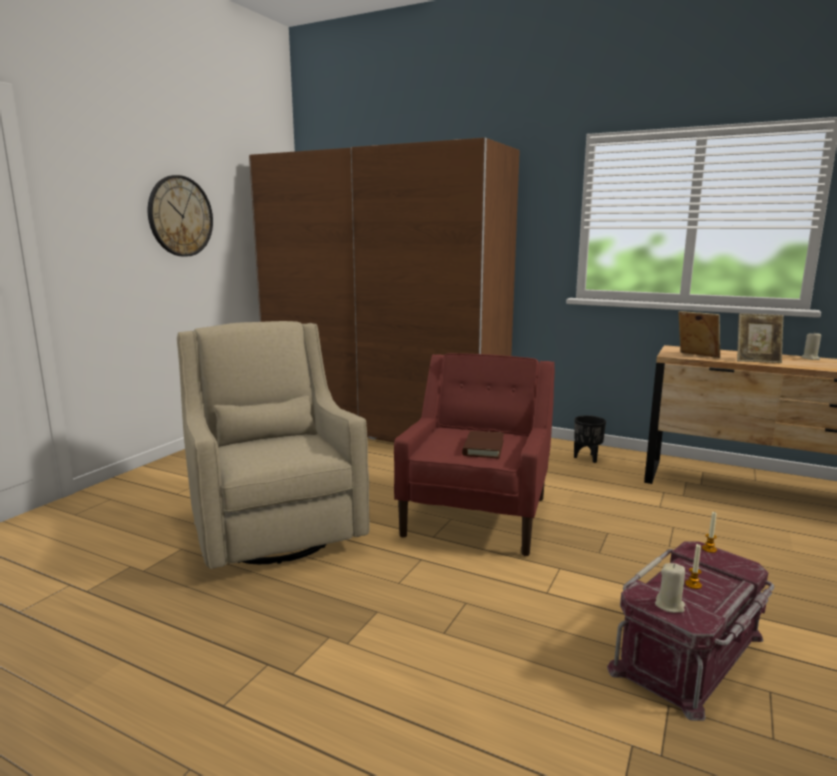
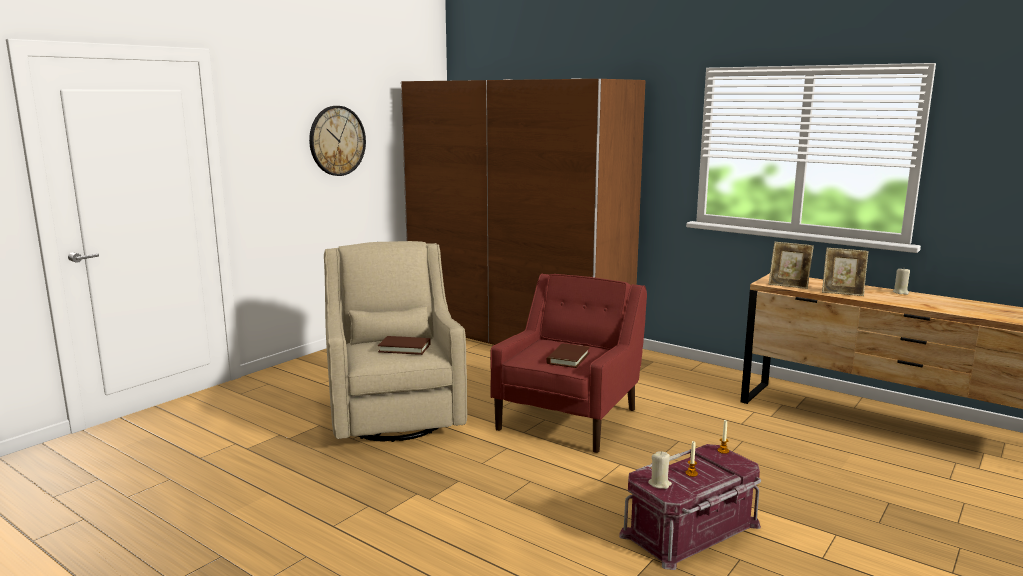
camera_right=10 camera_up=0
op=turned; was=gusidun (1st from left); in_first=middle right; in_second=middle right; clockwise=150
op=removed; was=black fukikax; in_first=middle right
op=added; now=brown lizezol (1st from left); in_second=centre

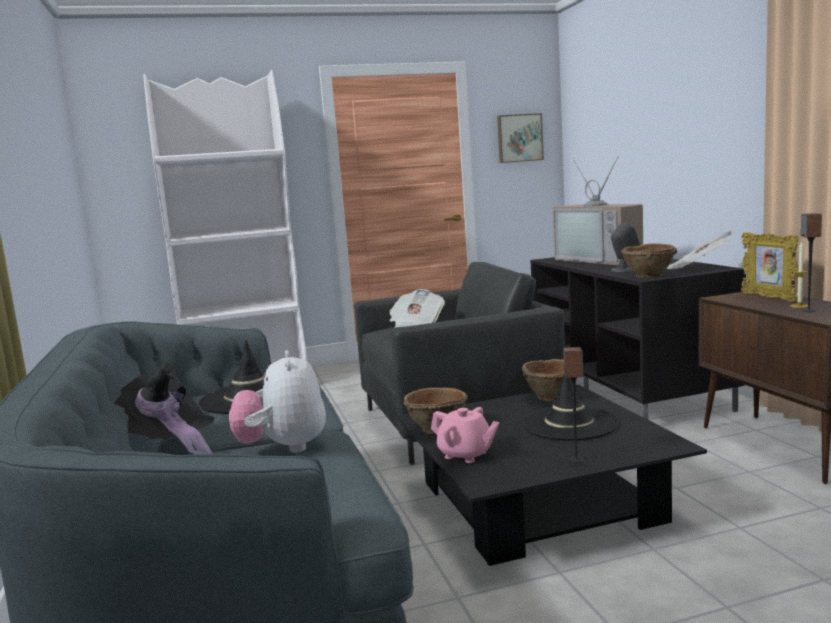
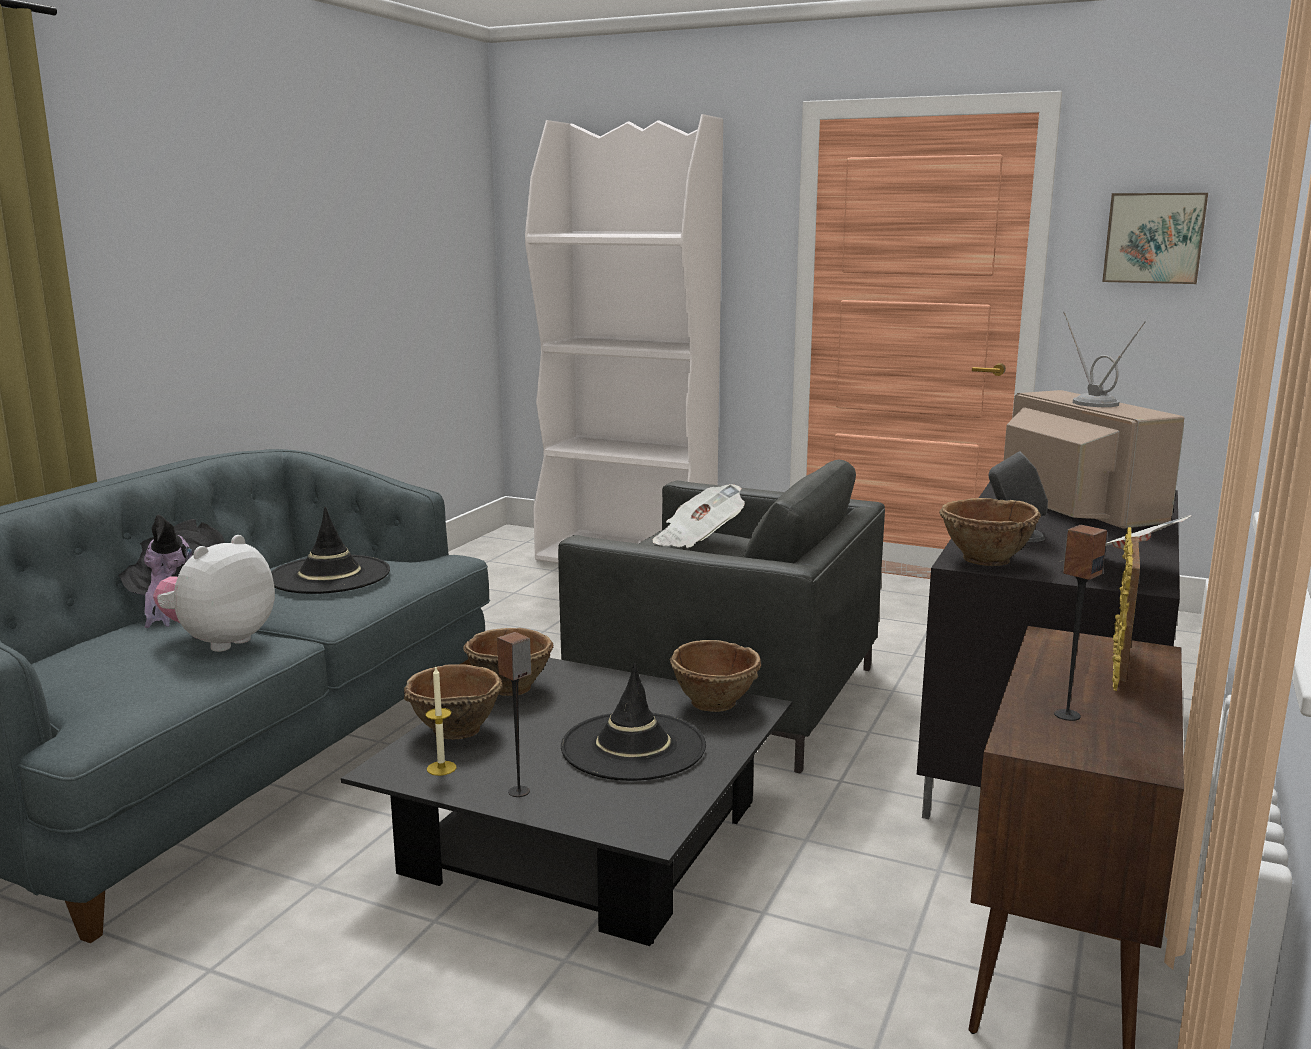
camera_right=40 camera_up=5
op=turned; was=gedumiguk; in_first=middle right; in_second=middle right; clockwise=150
op=moved; was=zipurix; in_first=middle right; in_second=bottom centre
op=replaced; was=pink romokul; now=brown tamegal (1st from left); in_first=bottom centre; in_second=bottom centre

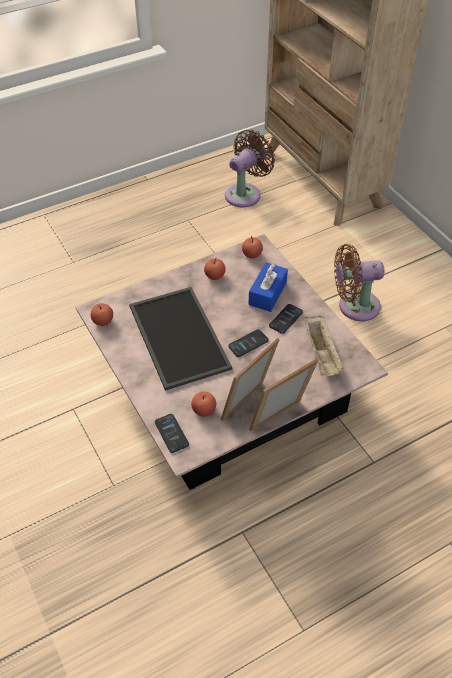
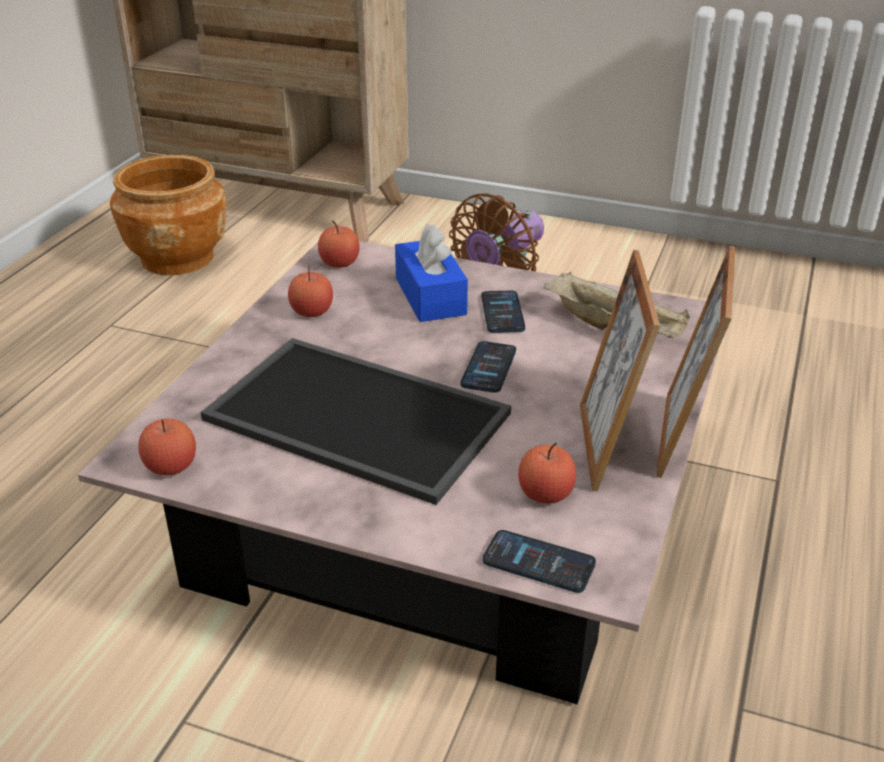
camera_right=-40 camera_up=-15
op=replaced; was=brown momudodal (1st from left); now=brown fukikax; in_first=top centre; in_second=top left

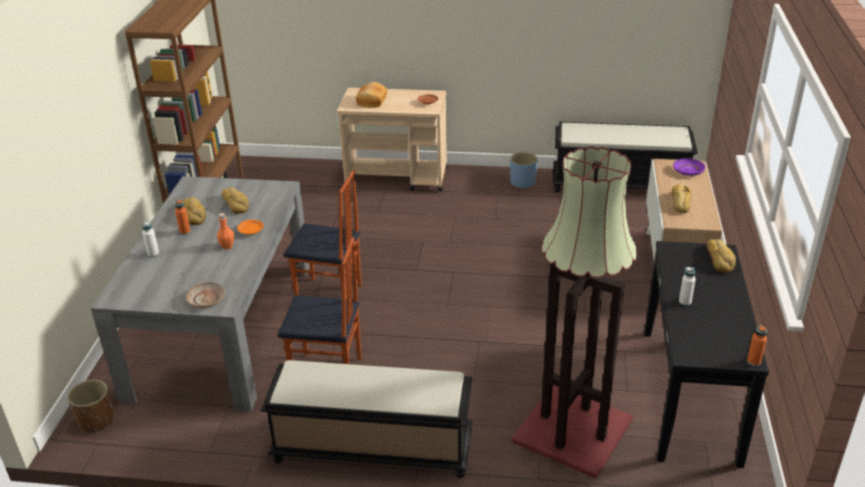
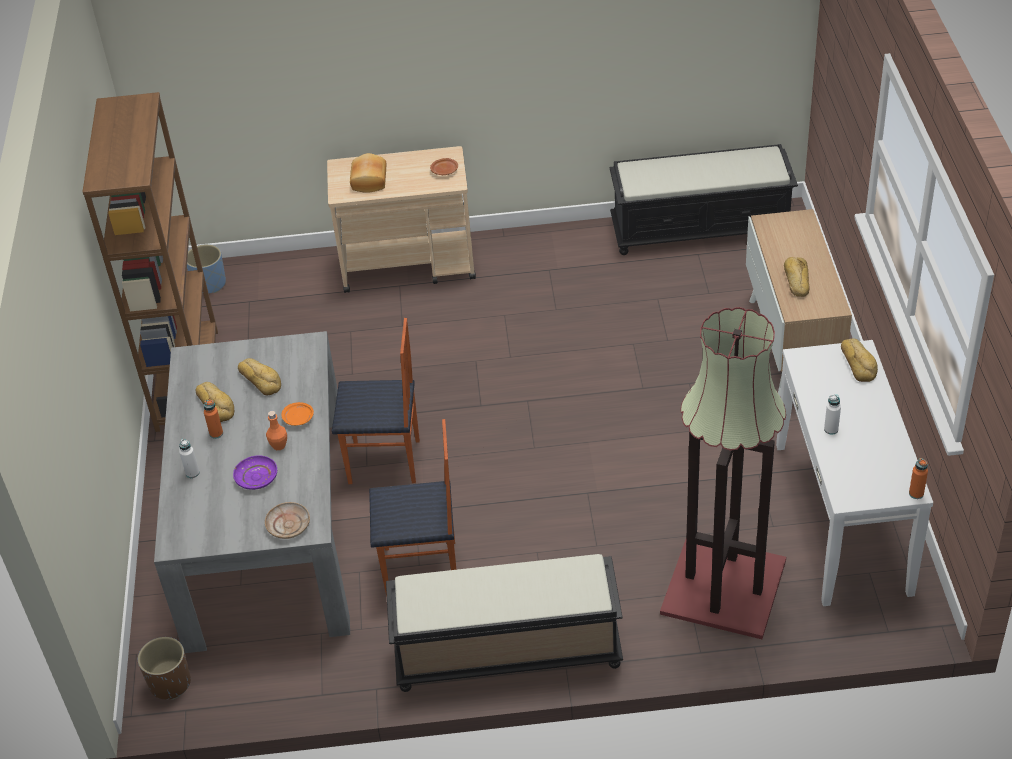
camera_right=-10 camera_up=10
op=moved; was=blue fukikax; in_first=centre; in_second=middle left
op=moved; was=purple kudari; in_first=middle right; in_second=middle left
op=recoloured; was=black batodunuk; now=white batodunuk; in_first=bottom right; in_second=middle right

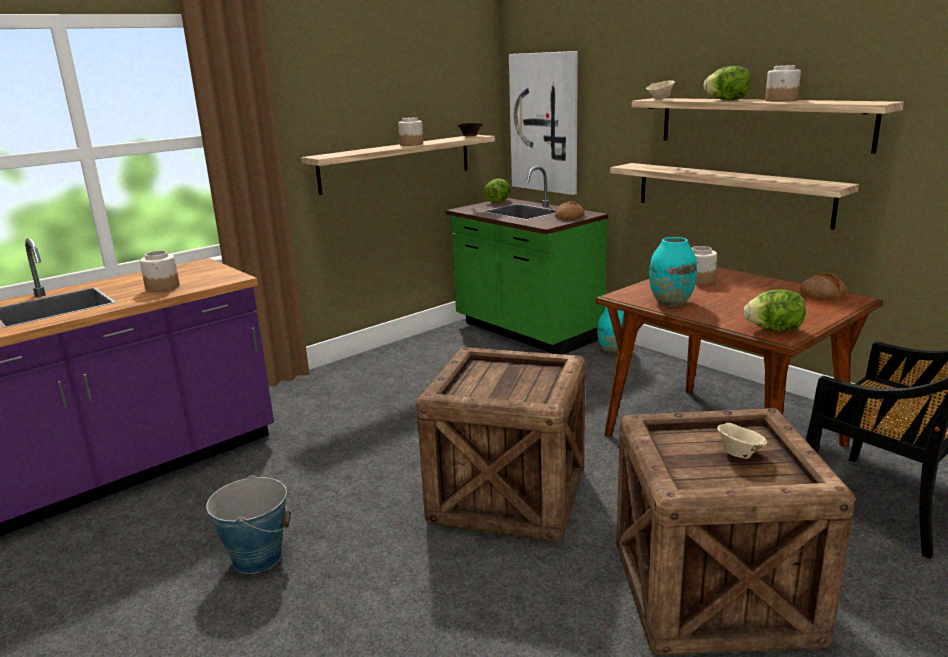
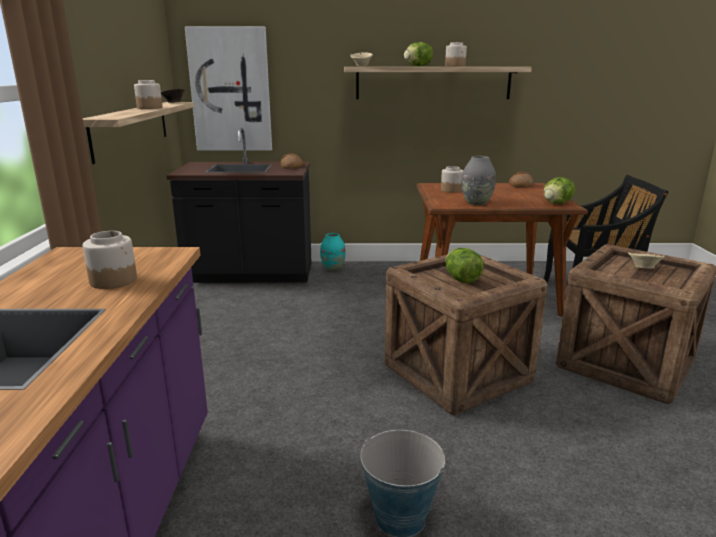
camera_right=-50 camera_up=0
op=removed; was=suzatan (2nd from left); in_first=top right
op=recoloured; was=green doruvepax; now=black doruvepax; in_first=centre; in_second=centre
op=moved; was=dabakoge (1st from left in the first image); now=dabakoge (2nd from left); in_first=top centre; in_second=centre
op=recoloured; was=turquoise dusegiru (2nd from left); now=grey dusegiru; in_first=middle right; in_second=middle right

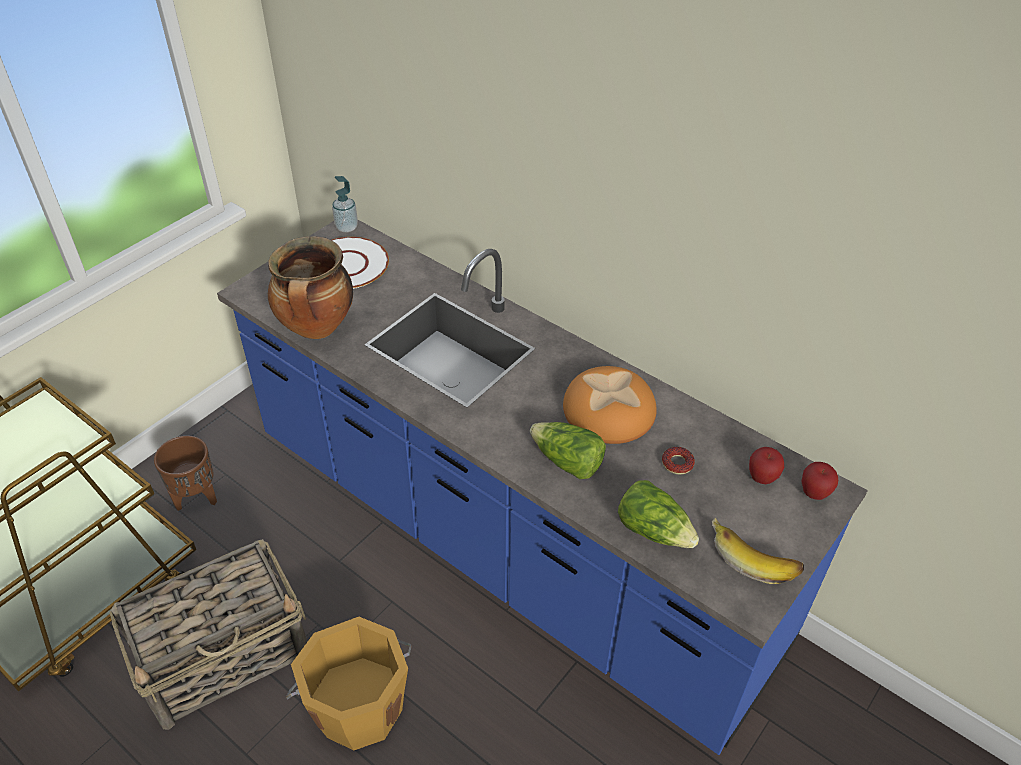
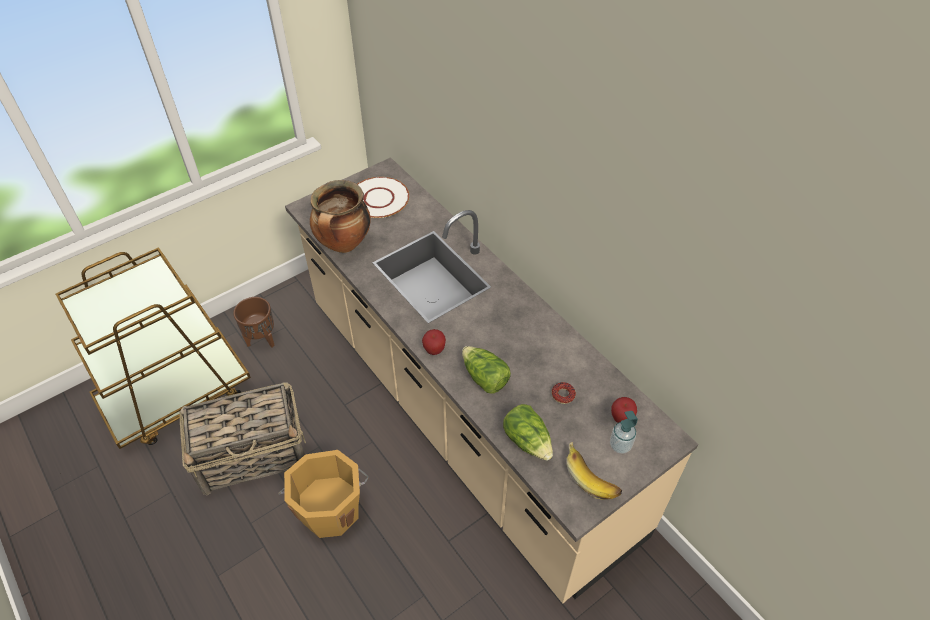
camera_right=15 camera_up=5
op=moved; was=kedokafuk; in_first=top centre; in_second=bottom right
op=recoloured; was=blue doruvepax; now=beige doruvepax; in_first=centre; in_second=centre
op=removed; was=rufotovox; in_first=centre
op=moved; was=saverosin (2nd from left in the first image); now=saverosin (1st from left); in_first=middle right; in_second=centre

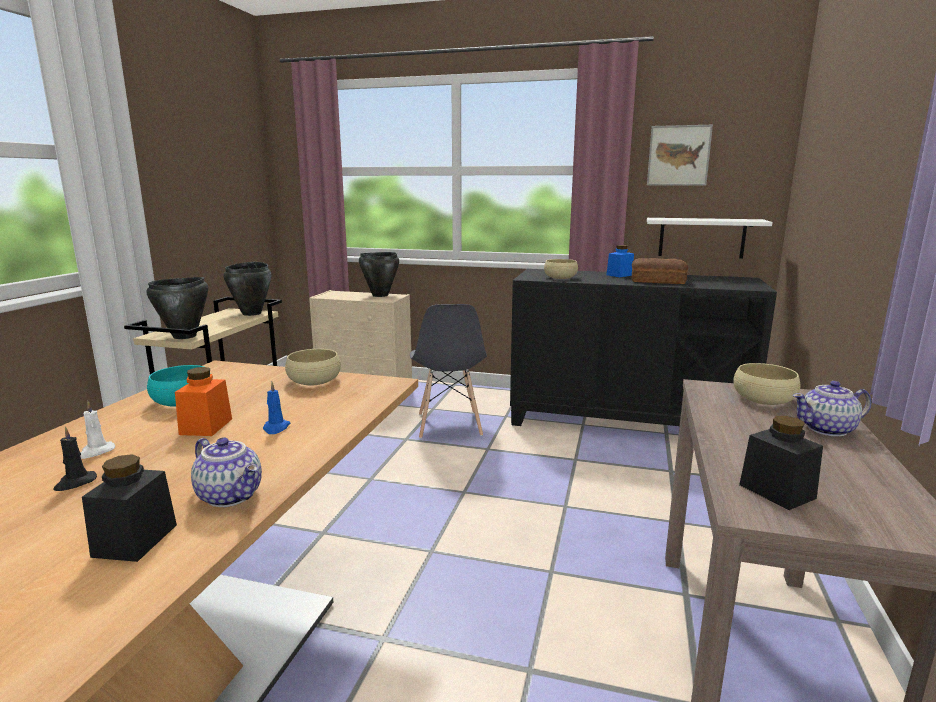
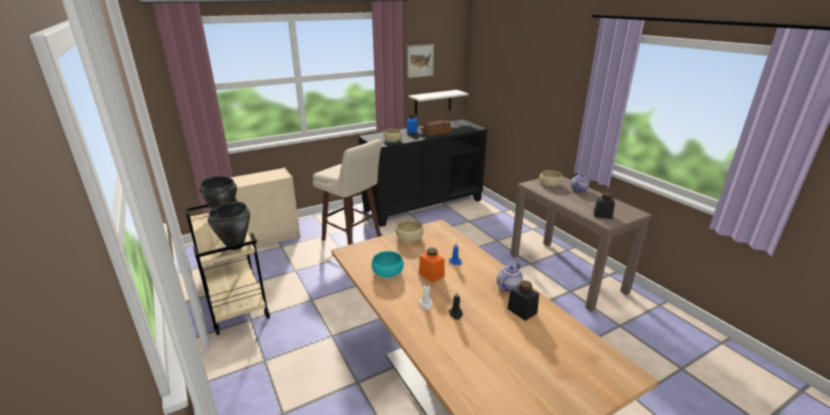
camera_right=-45 camera_up=10
op=removed; was=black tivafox (3rd from left); in_first=centre
op=replaced; was=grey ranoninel; now=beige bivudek; in_first=centre; in_second=centre
op=turned; was=romokul (1st from left); in_first=bottom left; in_second=bottom centre; clockwise=-45

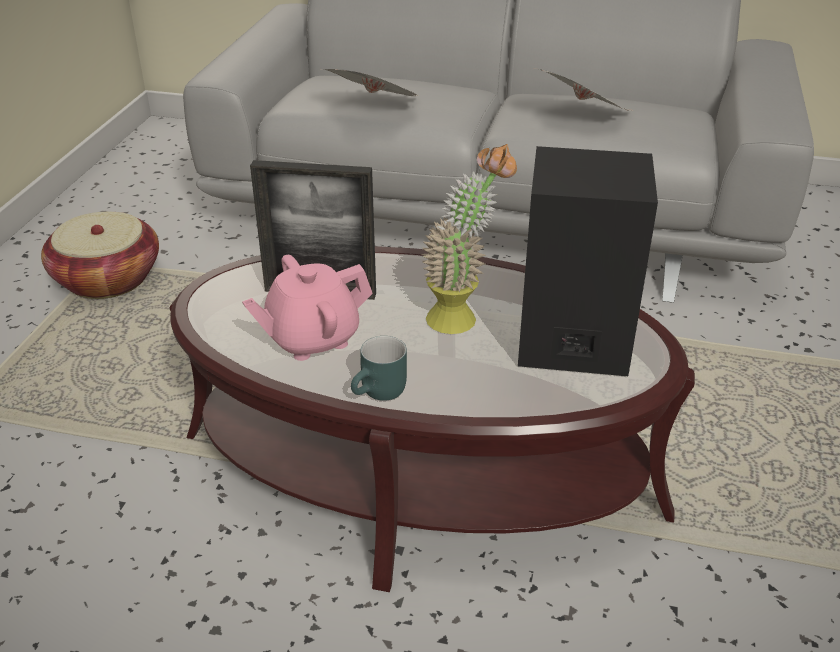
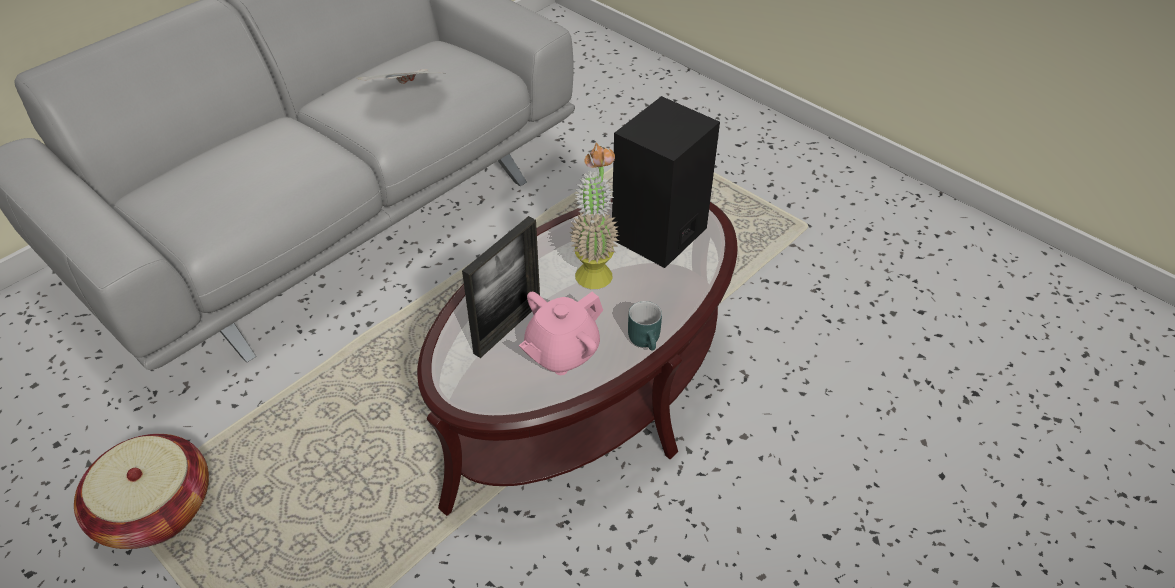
camera_right=-60 camera_up=10
op=removed; was=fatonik (1st from left); in_first=top centre
op=turned; was=pink romokul; in_first=centre; in_second=centre; clockwise=45

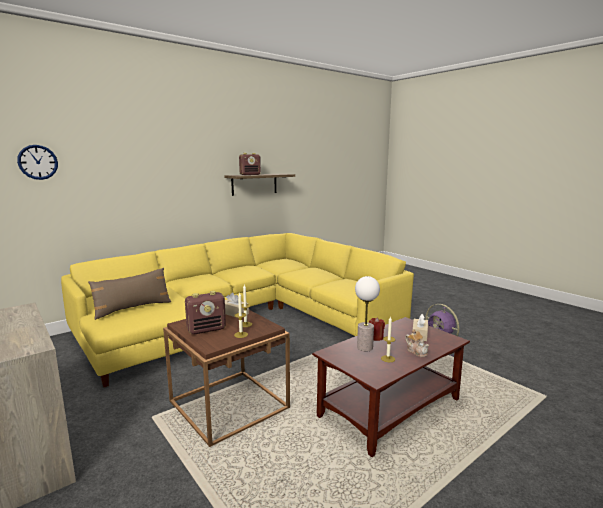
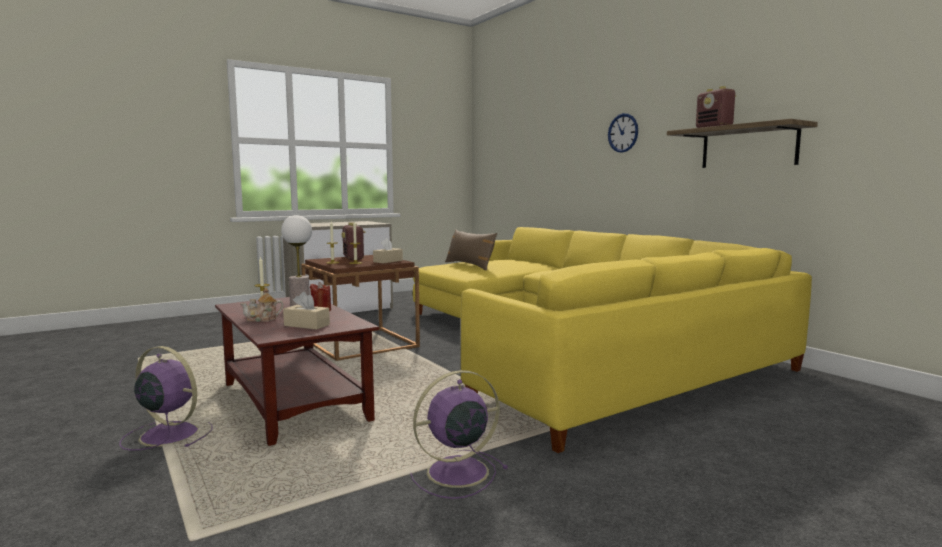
camera_right=95 camera_up=-5
op=moved; was=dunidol; in_first=top left; in_second=top centre
op=added; now=purple momudodal (1st from left); in_second=bottom left

